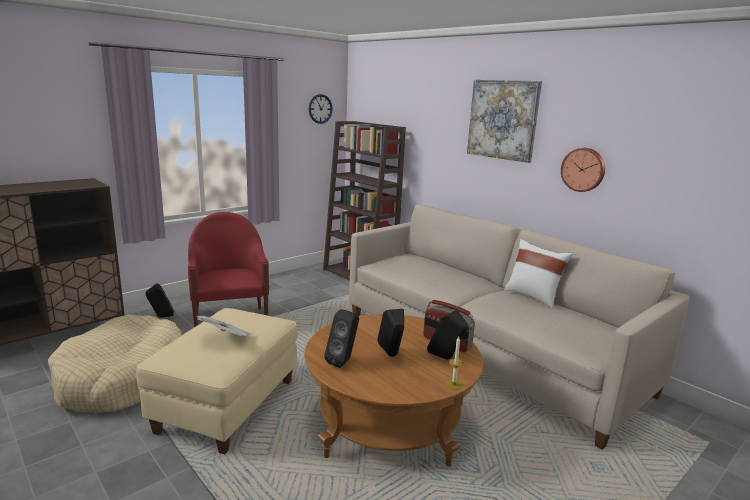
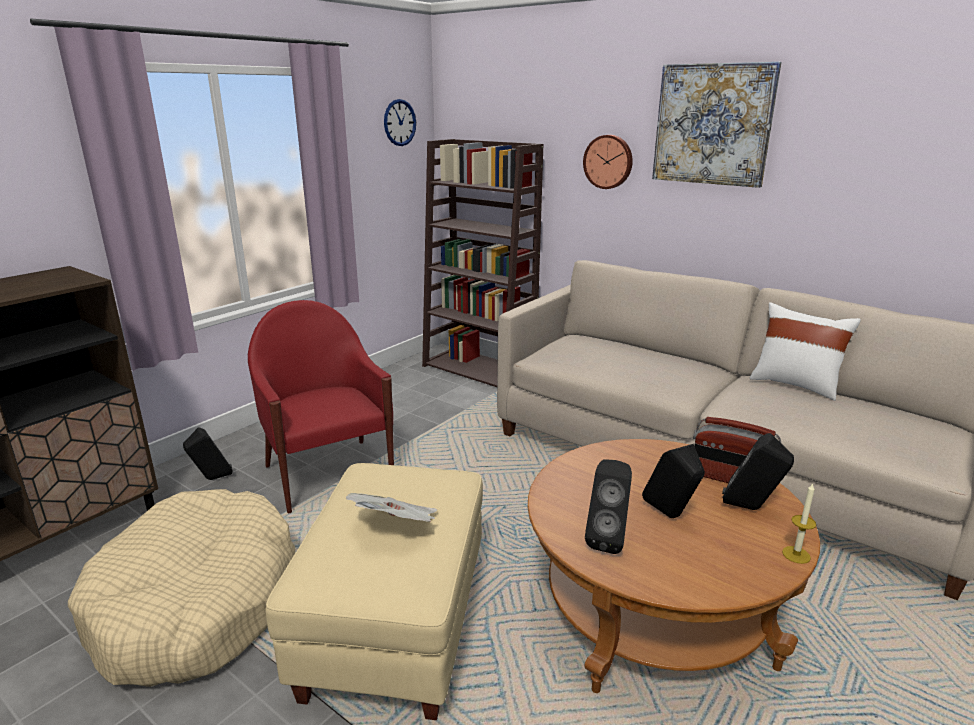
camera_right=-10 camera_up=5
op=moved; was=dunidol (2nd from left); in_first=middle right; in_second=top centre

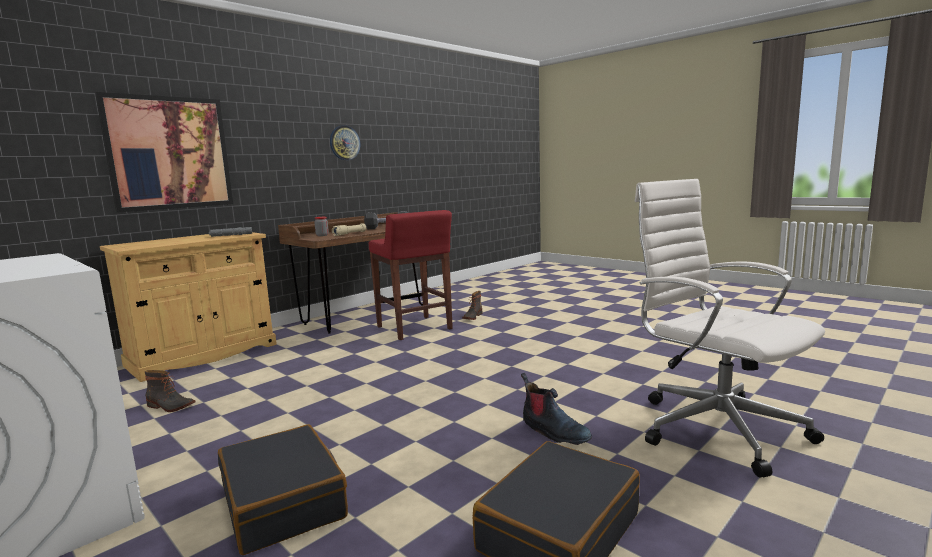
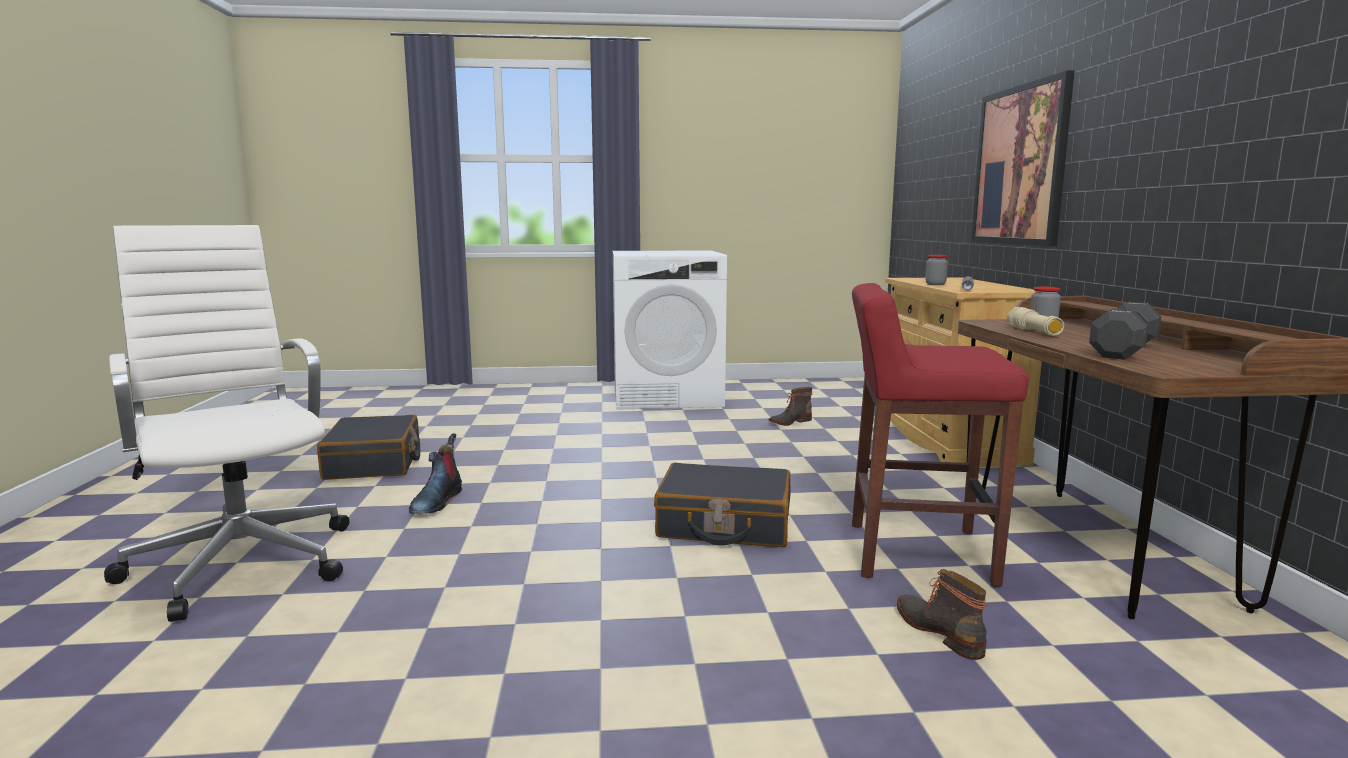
camera_right=130 camera_up=0
op=removed; was=dunidol; in_first=top centre
op=turned; was=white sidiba; in_first=middle right; in_second=middle left; clockwise=-135
op=turned; was=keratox (3rd from left in the first image); in_first=bottom centre; in_second=middle left; clockwise=-75
op=moved; was=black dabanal (1st from left in the first image); now=black dabanal (2nd from left); in_first=bottom left; in_second=centre
op=added; now=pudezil (1st from left); in_second=middle right

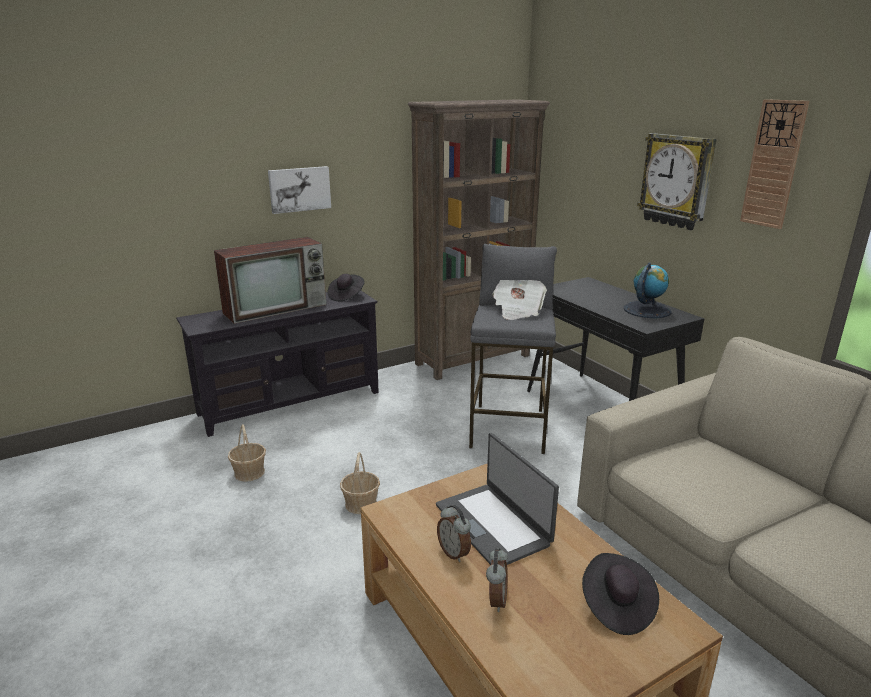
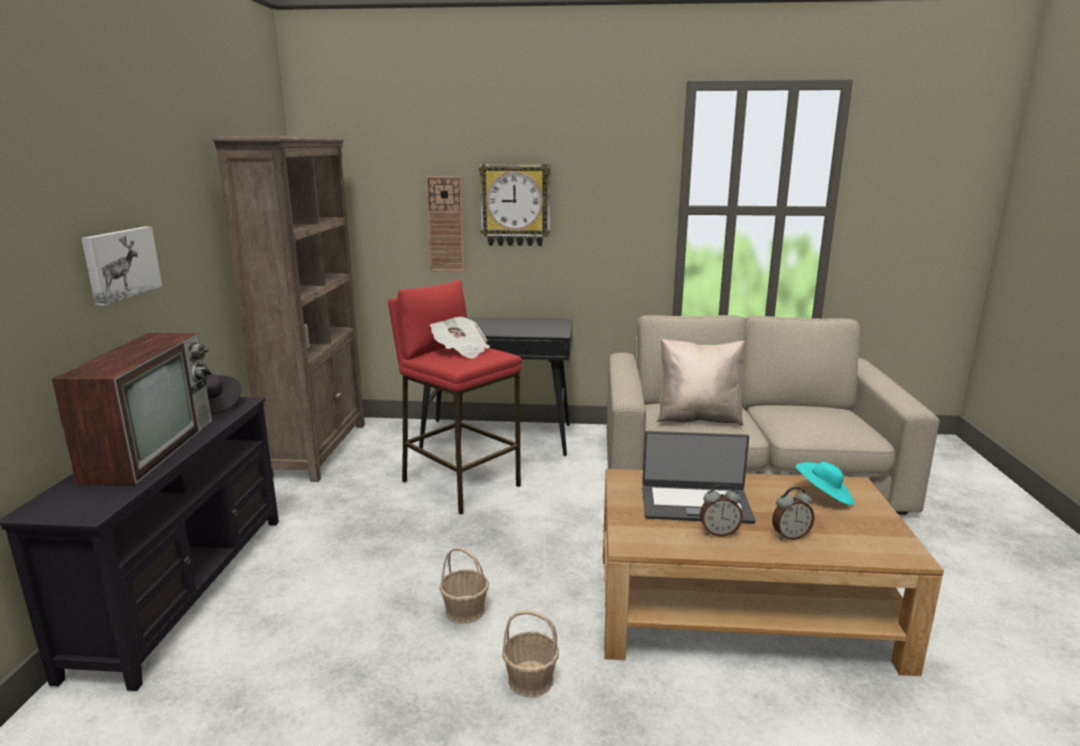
camera_right=-55 camera_up=-5
op=moved; was=dunidol (2nd from left in the first image); now=dunidol (1st from left); in_first=top right; in_second=top centre
op=recoloured; was=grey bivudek; now=red bivudek; in_first=centre; in_second=centre
op=removed; was=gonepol; in_first=middle right
op=moved; was=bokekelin (1st from left in the first image); now=bokekelin (2nd from left); in_first=middle left; in_second=bottom centre
op=turned; was=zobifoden (2nd from left); in_first=bottom centre; in_second=bottom right; clockwise=120
op=recoloured; was=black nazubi (2nd from left); now=turquoise nazubi; in_first=bottom right; in_second=middle right
op=added; now=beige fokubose; in_second=centre

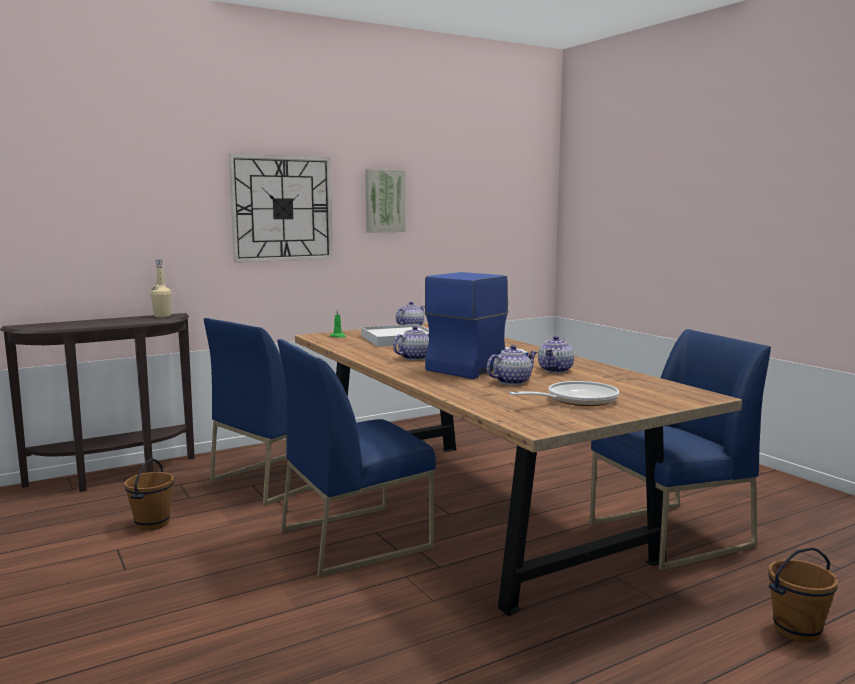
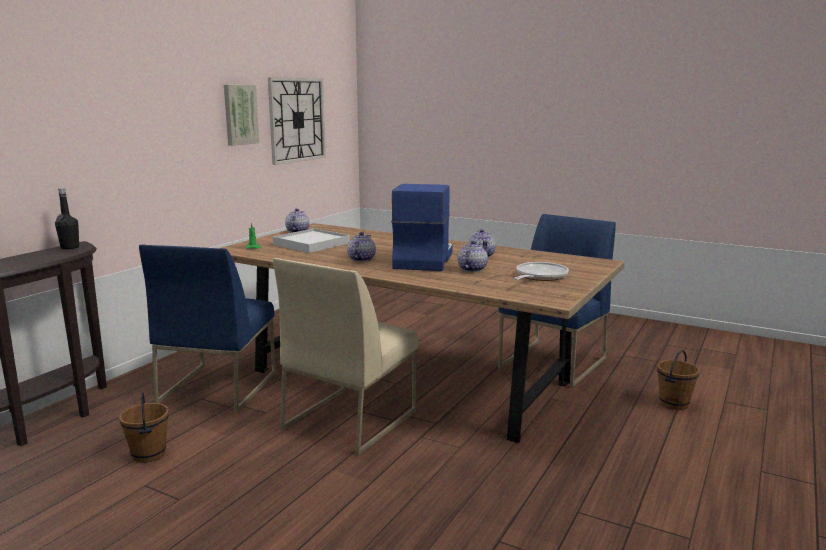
camera_right=-30 camera_up=5
op=moved; was=dunidol; in_first=top left; in_second=top centre
op=recoloured; was=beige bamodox; now=black bamodox; in_first=middle left; in_second=middle left
op=recoloured; was=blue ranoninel (2nd from left); now=beige ranoninel; in_first=bottom centre; in_second=centre

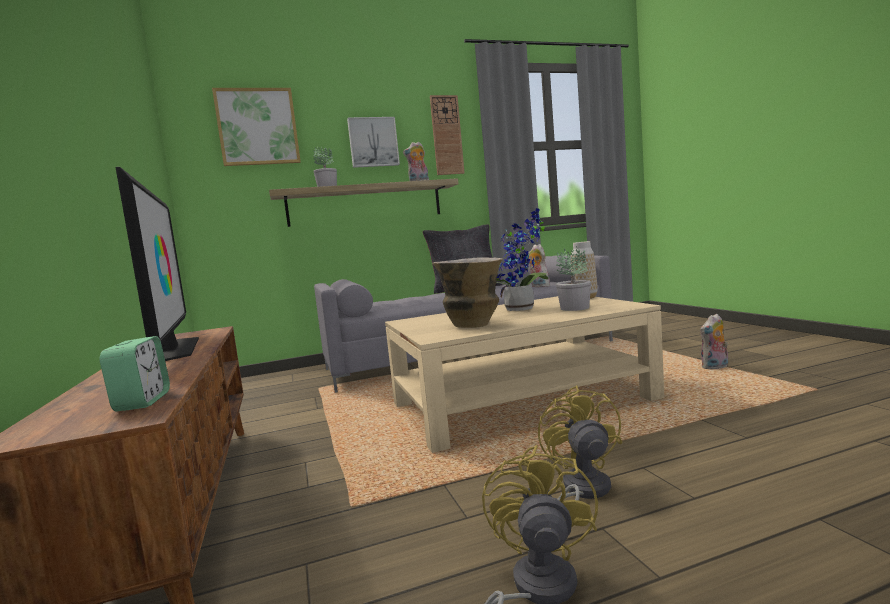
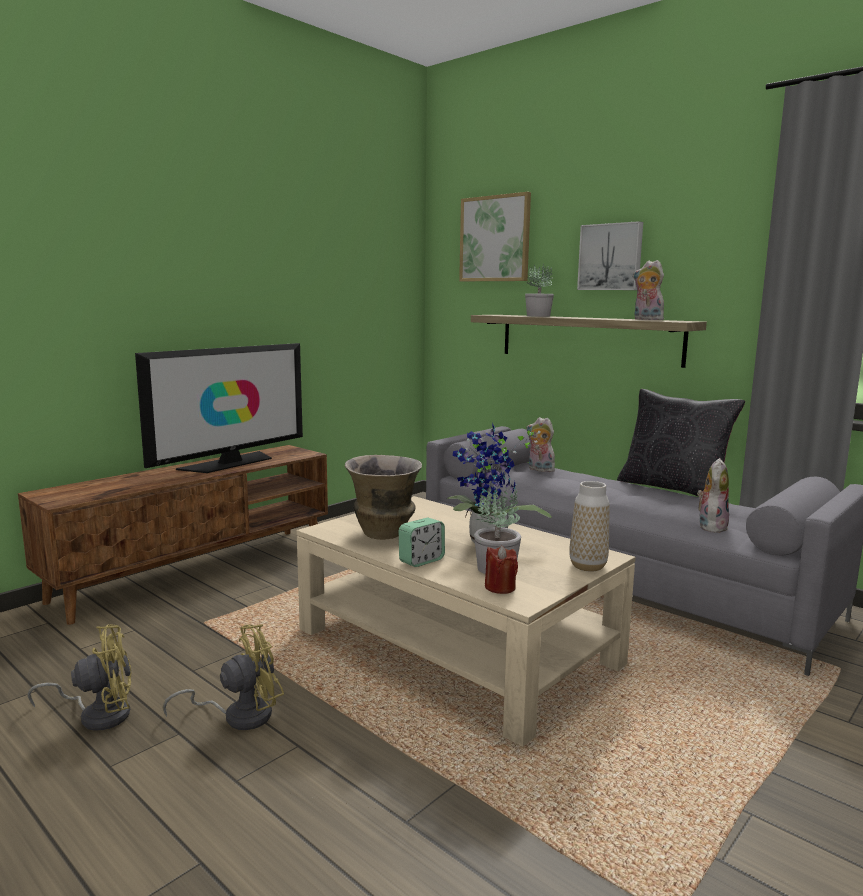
camera_right=60 camera_up=5
op=removed; was=dunidol; in_first=top centre
op=moved; was=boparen (3rd from left in the first image); now=boparen (1st from left); in_first=middle right; in_second=centre
op=moved; was=zobifoden; in_first=middle left; in_second=centre
op=added; now=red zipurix; in_second=centre

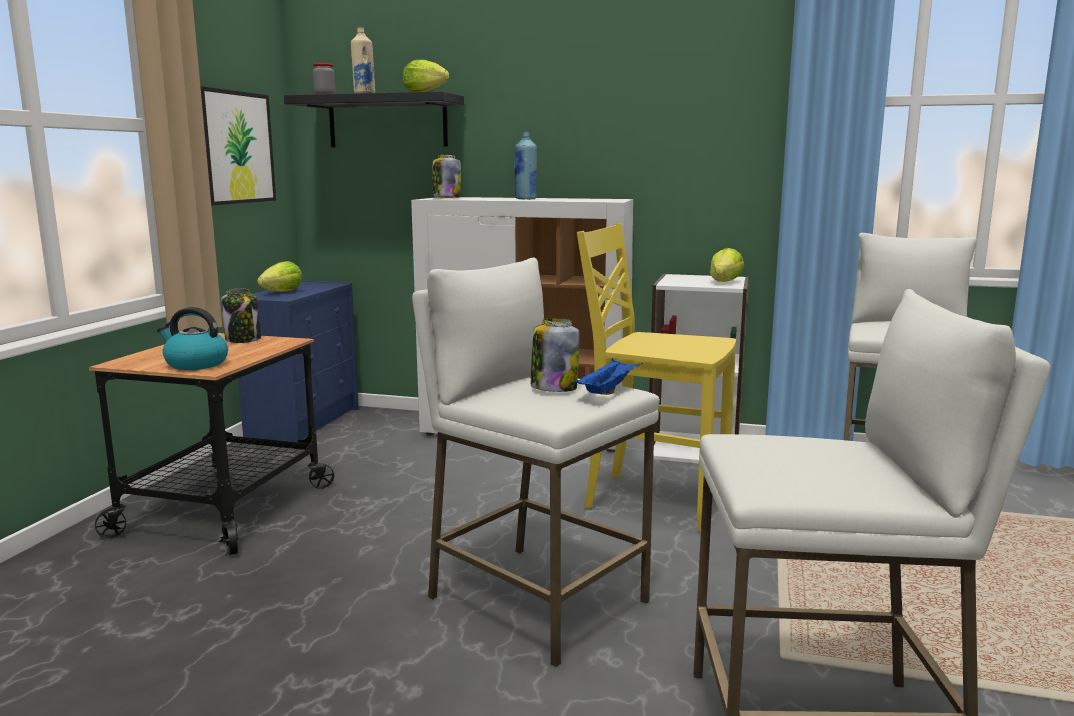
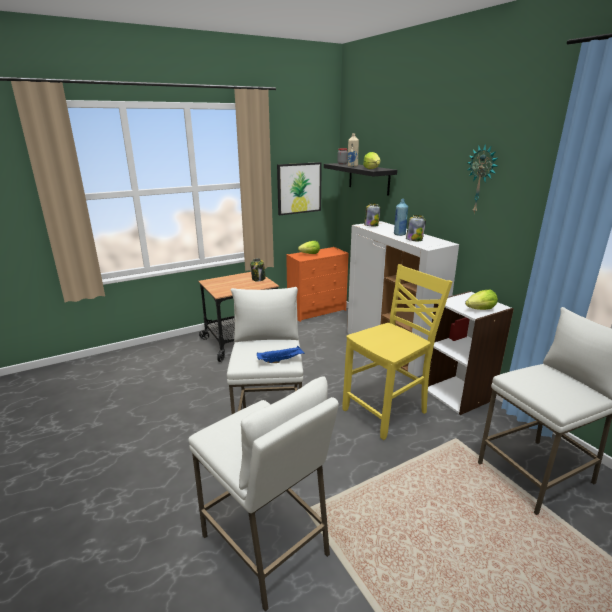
camera_right=45 camera_up=10
op=turned; was=yellow ranoninel; in_first=centre; in_second=centre; clockwise=75
op=recoloured; was=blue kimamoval; now=orange kimamoval; in_first=middle left; in_second=centre
op=removed; was=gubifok; in_first=middle left
op=moved; was=pudezil (4th from left); in_first=centre; in_second=middle right
op=added; now=dunidol; in_second=top right

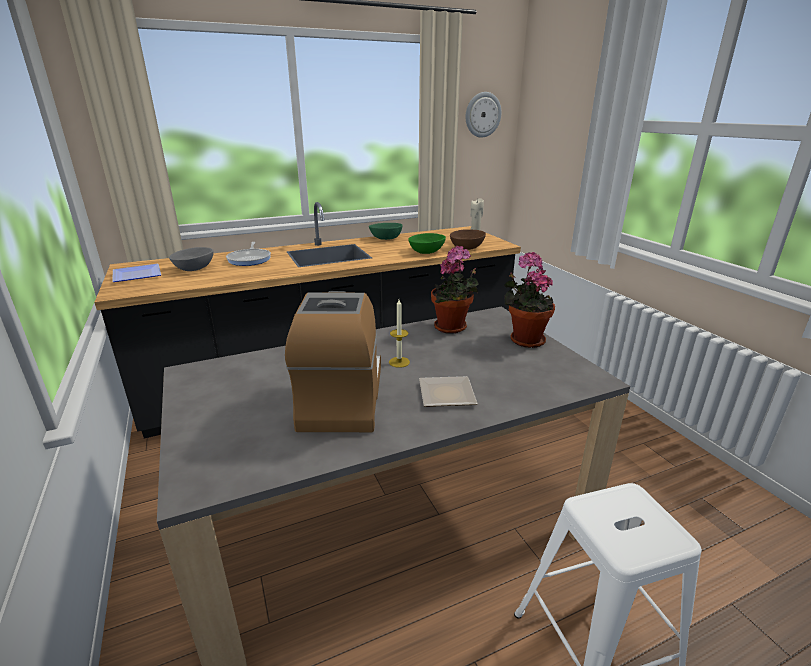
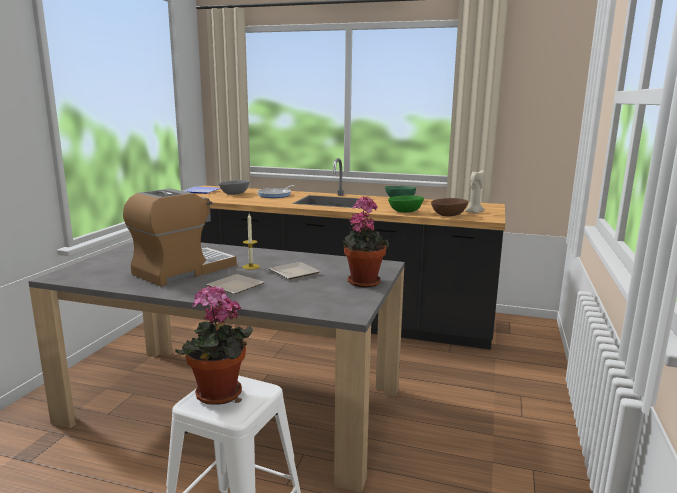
camera_right=40 camera_up=-10
op=removed; was=dunidol; in_first=top centre
op=moved; was=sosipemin (1st from left); in_first=centre; in_second=bottom left
op=added; now=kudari (3rd from left); in_second=centre

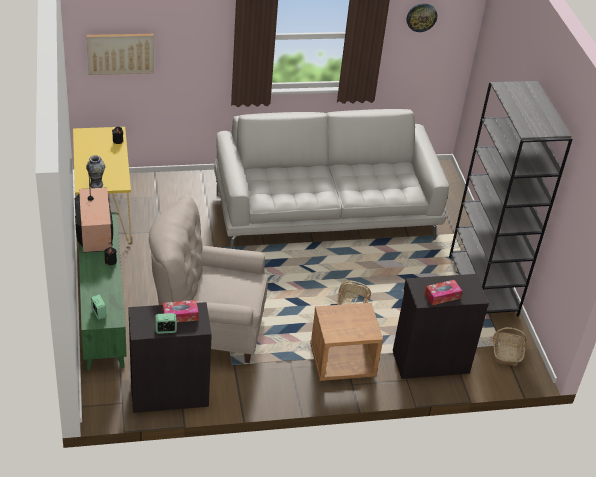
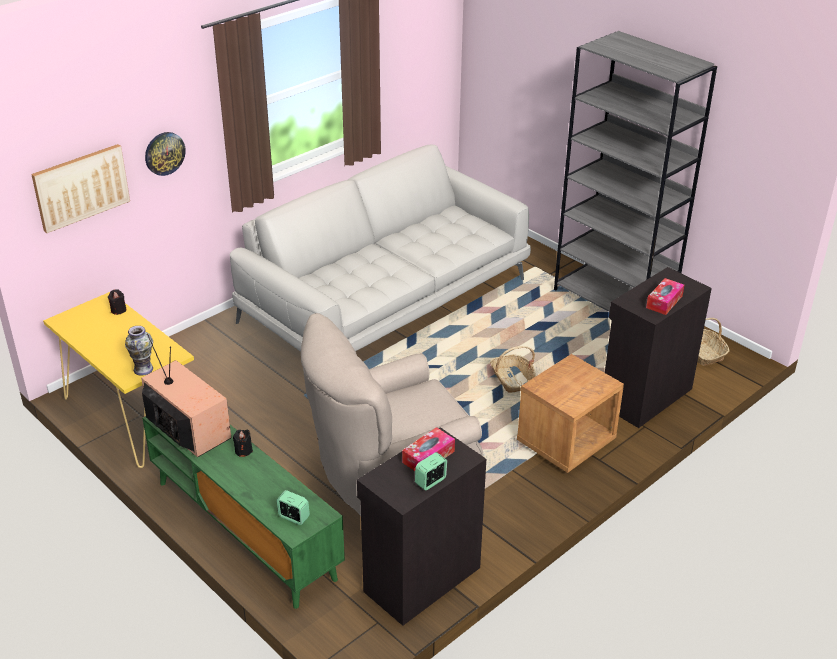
camera_right=-30 camera_up=-5
op=moved; was=dunidol; in_first=top right; in_second=top left

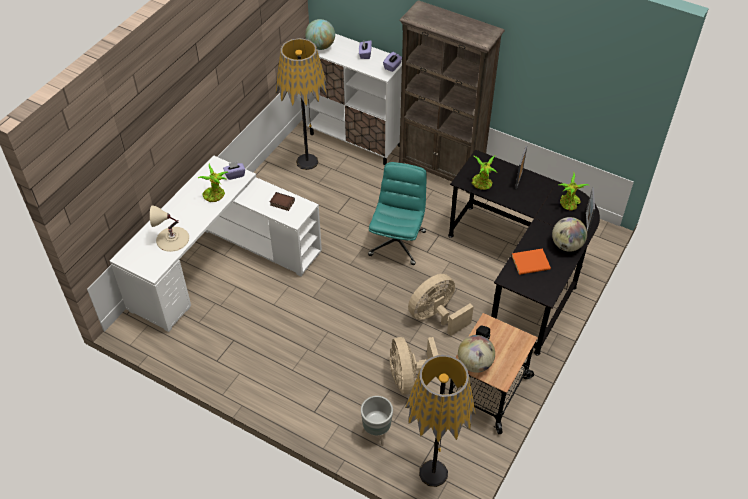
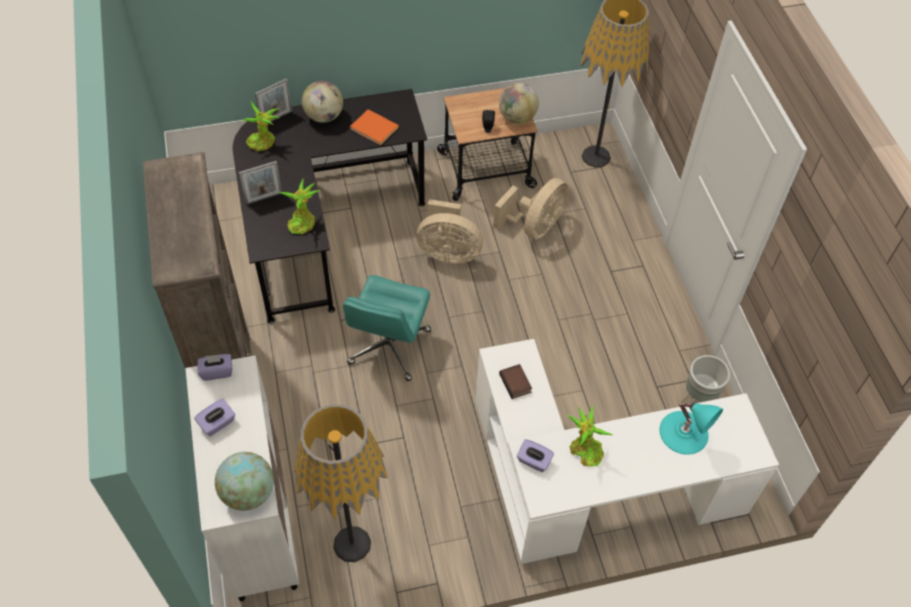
camera_right=-135 camera_up=5
op=turned; was=turquoise sidiba; in_first=centre; in_second=centre; clockwise=-45
op=recoloured; was=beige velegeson; now=turquoise velegeson; in_first=middle left; in_second=bottom right
op=moved; was=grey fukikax; in_first=bottom centre; in_second=middle right

